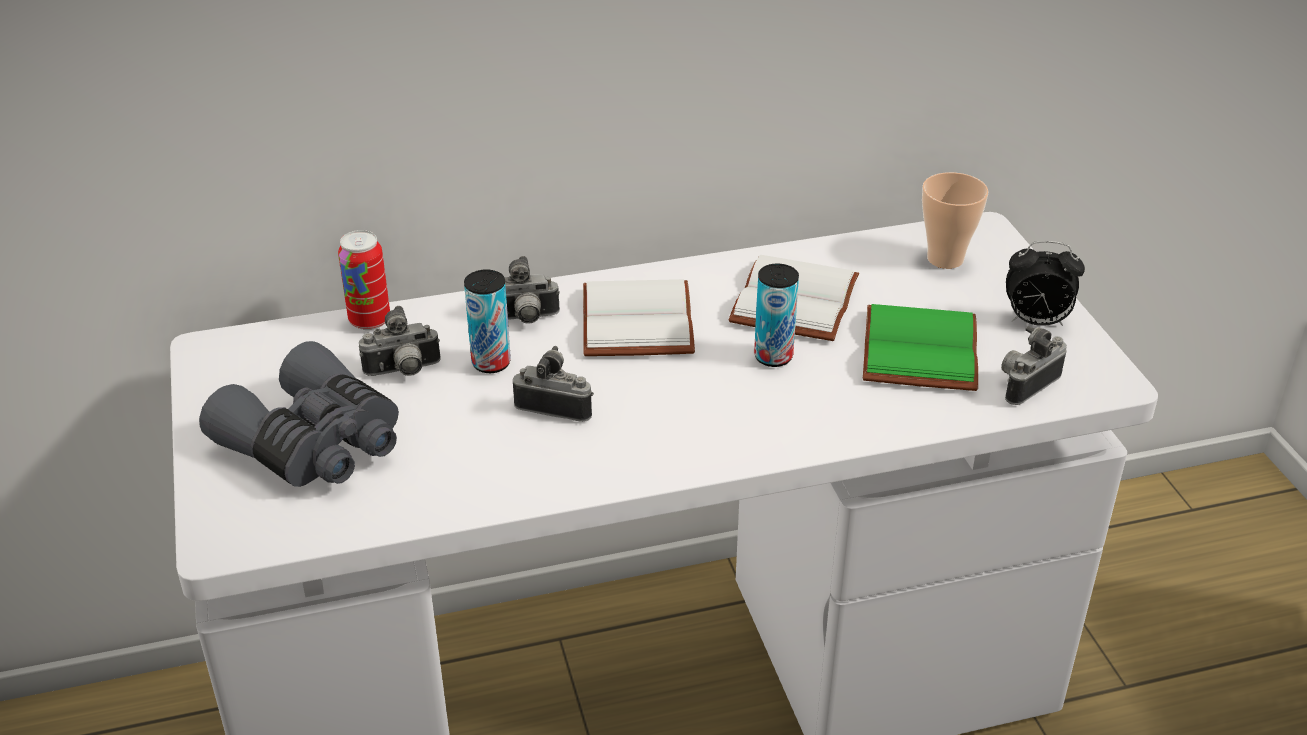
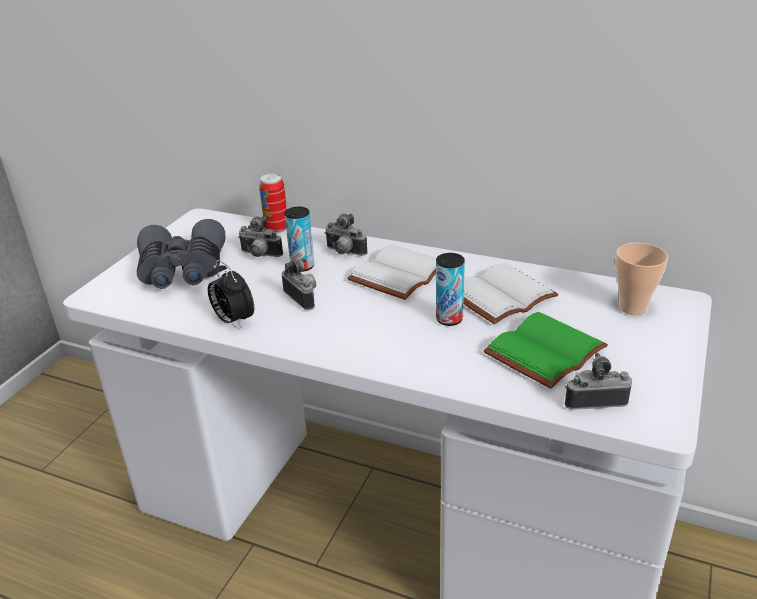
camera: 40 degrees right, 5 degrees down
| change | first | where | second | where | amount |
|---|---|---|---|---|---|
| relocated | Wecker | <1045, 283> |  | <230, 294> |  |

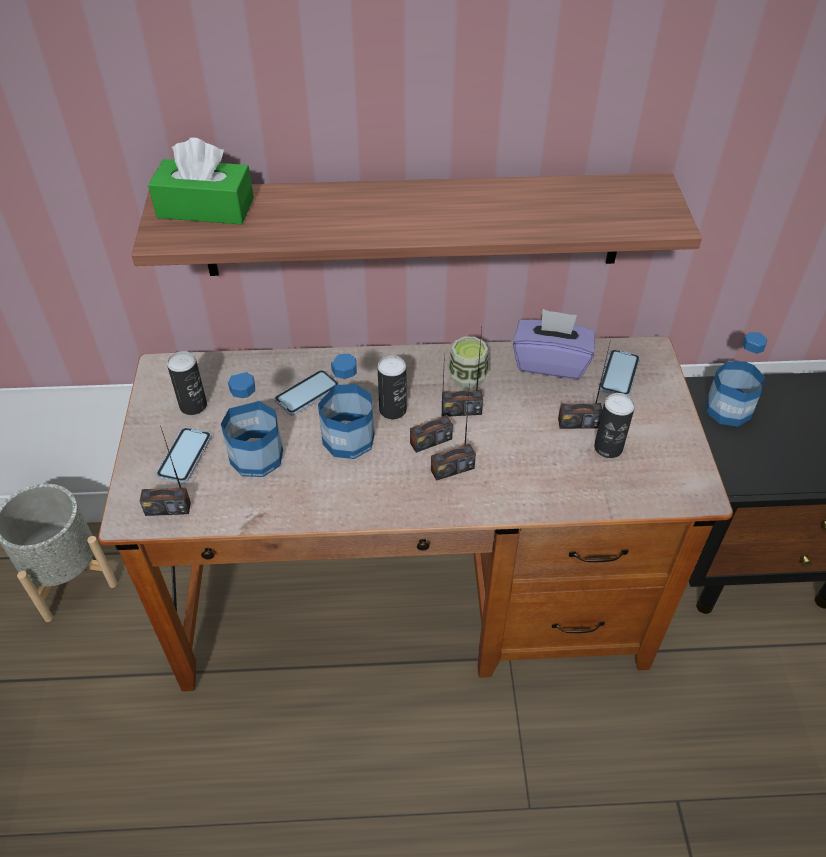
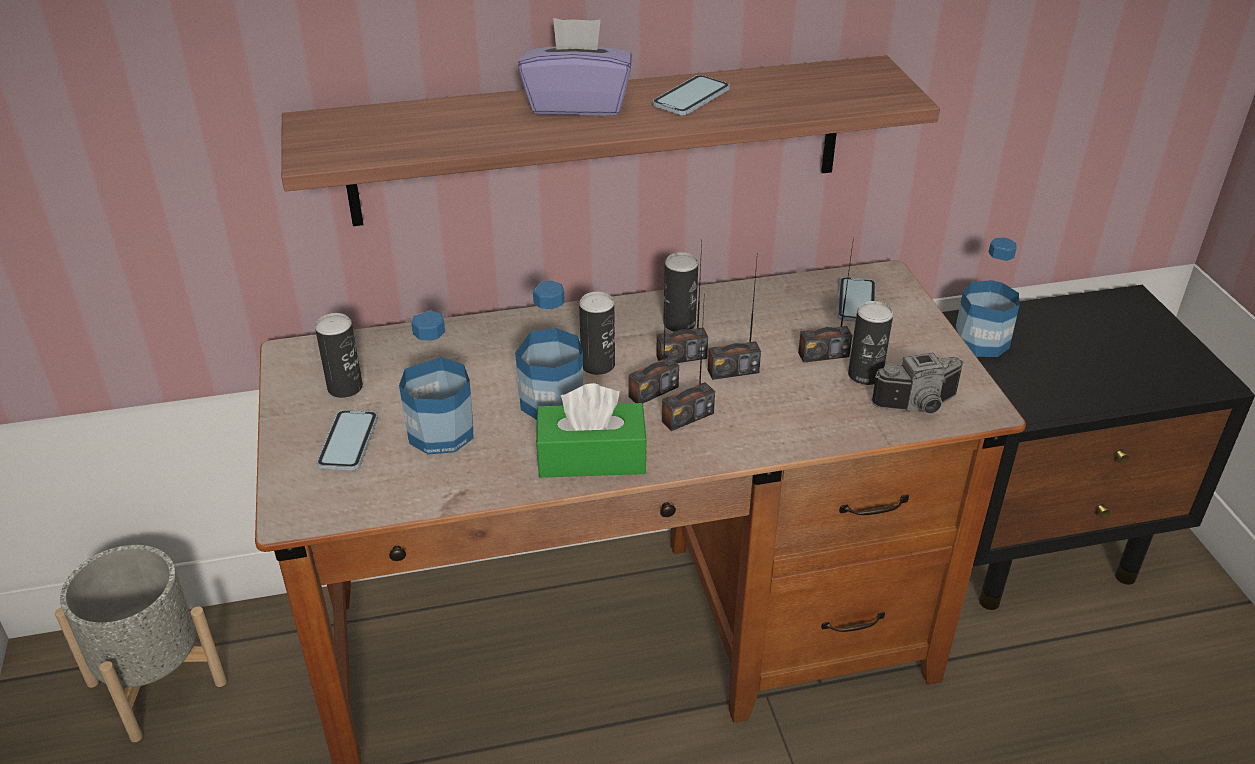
camera: 10 degrees left, 10 degrees down
| change | first | where | second | where | amount |
|---|---|---|---|---|---|
| relocated | Taschentuchbox/grün | <201, 181> |  | <591, 430> |  |
| relocated | Taschentuchbox/lila | <554, 344> |  | <575, 67> |  |
| exchanged | Tasse | <468, 362> | Dose | <680, 292> |  |
| relocated | Handy | <306, 392> |  | <691, 95> |  |
| relocated | Radio | <165, 470> |  | <734, 320> |  |
| appeared |  |  | Kamera | <918, 383> |  |

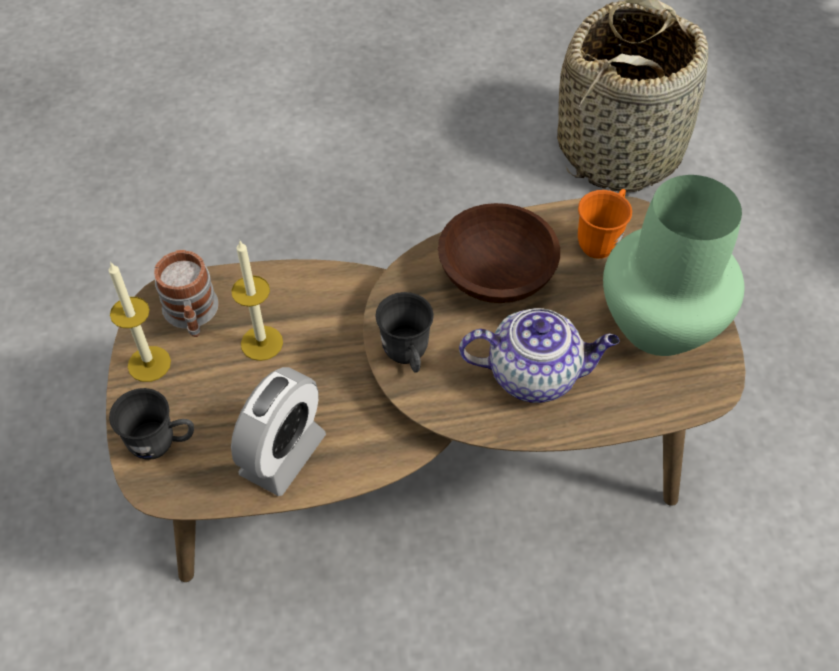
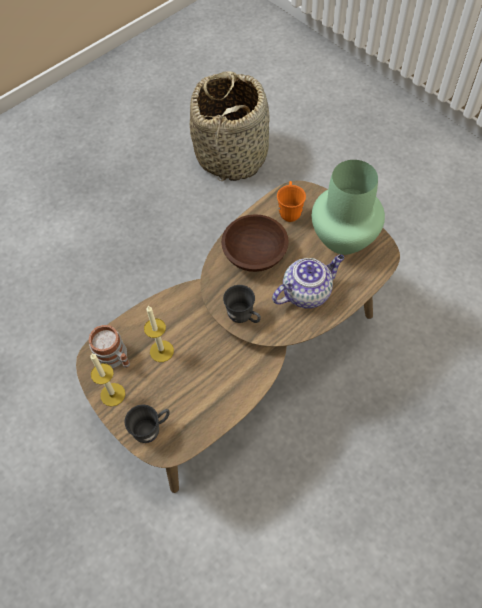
camera: 30 degrees left, 5 degrees up
| change | first | where | second | where | amount |
|---|---|---|---|---|---|
| missing | Wecker | <278, 431> |  |  |  |

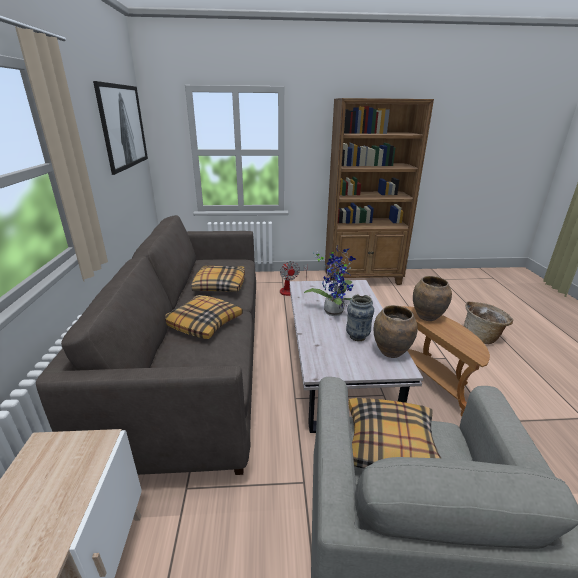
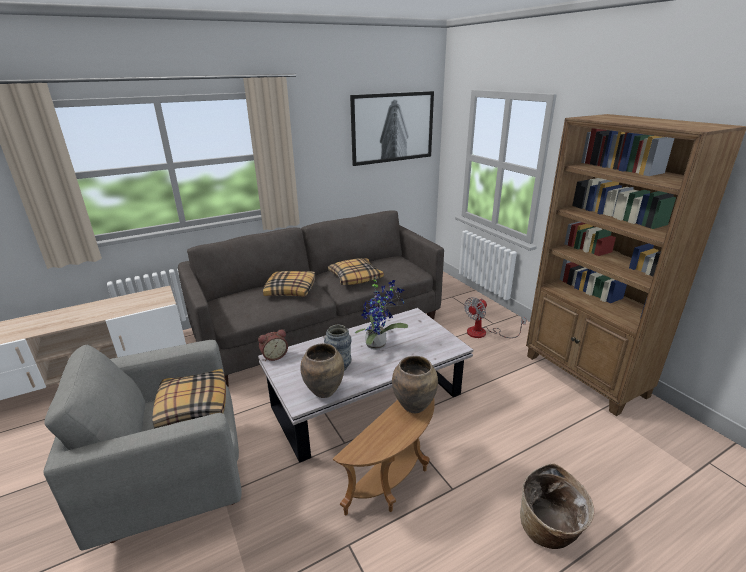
camera: 65 degrees right, 0 degrees up
| change | first | where | second | where | amount |
|---|---|---|---|---|---|
| appeared |  |  | Wecker | <273, 345> |  |

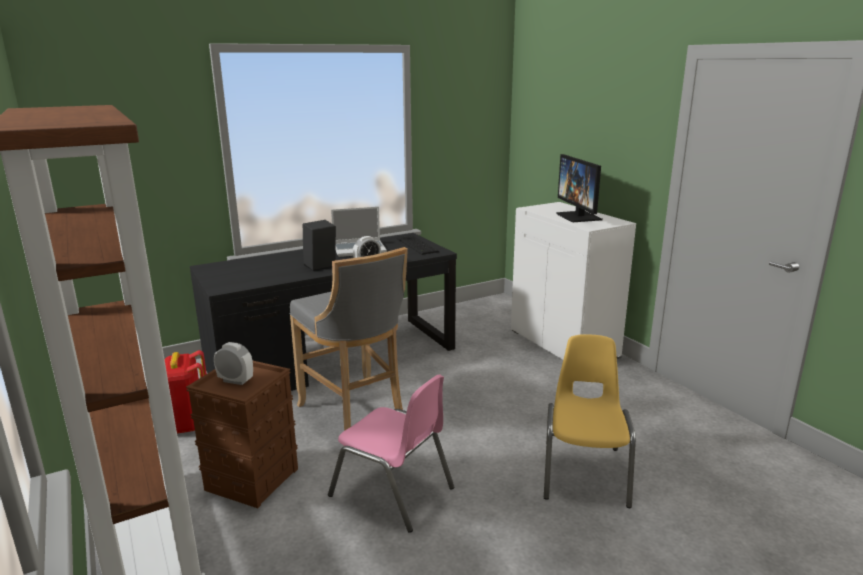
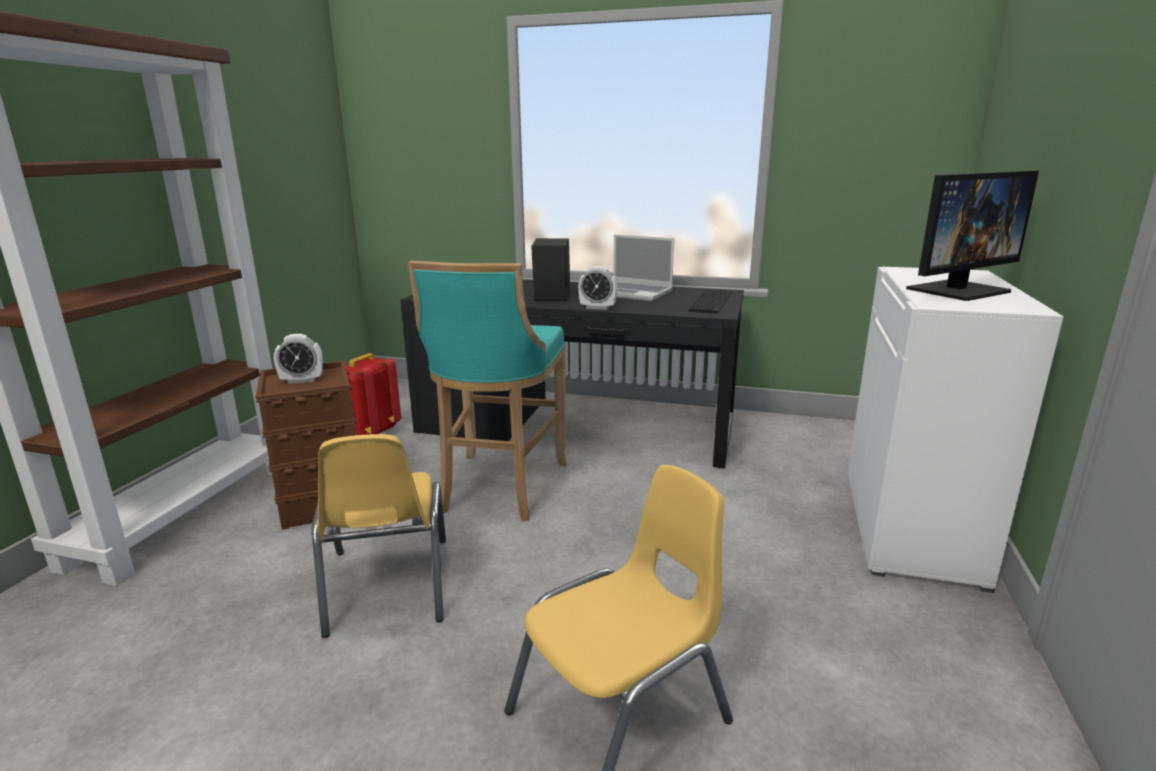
camera: 45 degrees right, 0 degrees up
| change | first | where | second | where | amount |
|---|---|---|---|---|---|
| spun | Monitor | <579, 188> |  | <972, 236> | 150 degrees counterclockwise |
| colour | Hocker/grau | <349, 339> | Hocker/türkis | <488, 391> |  |
| spun | Wecker | <233, 363> |  | <298, 359> | 105 degrees clockwise |
| colour | Stuhl/rosa | <391, 453> | Stuhl/gelb | <379, 536> |  |

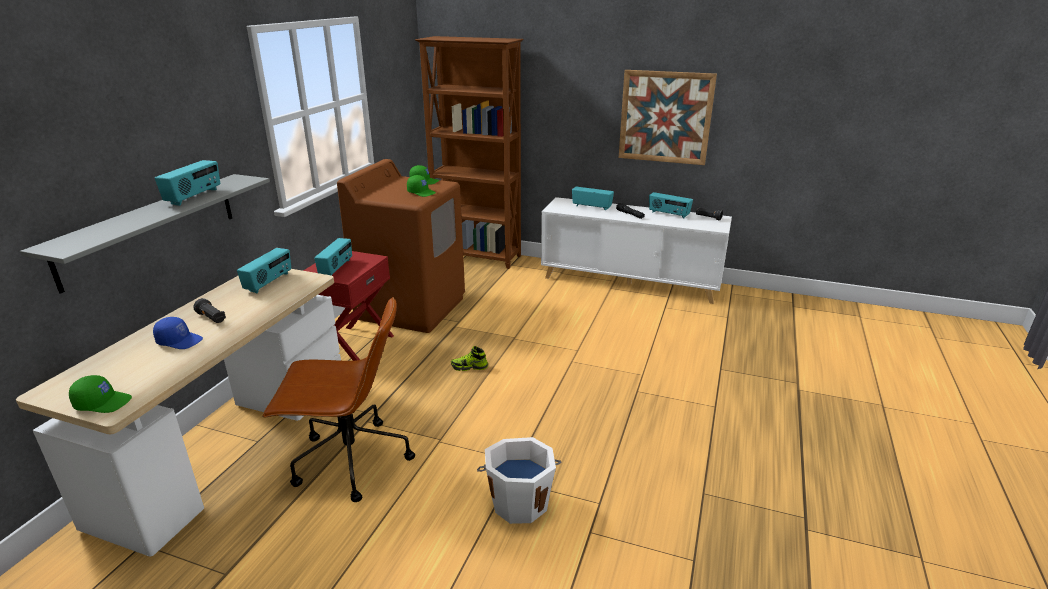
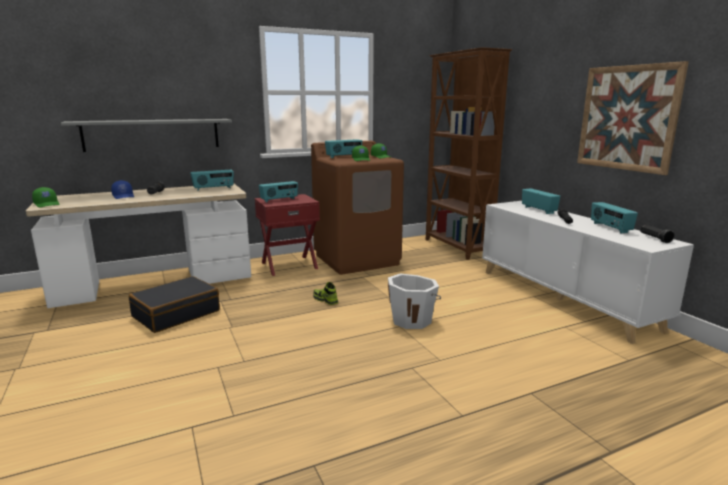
camera: 45 degrees right, 10 degrees down
| change | first | where | second | where | amount |
|---|---|---|---|---|---|
| relocated | Radio | <187, 183> |  | <343, 148> |  |
| exchanged | Bürostuhl/braun | <338, 399> | Koffer/schwarz | <174, 304> |  |
| relocated | Eimer/weiß | <519, 480> |  | <414, 301> |  |

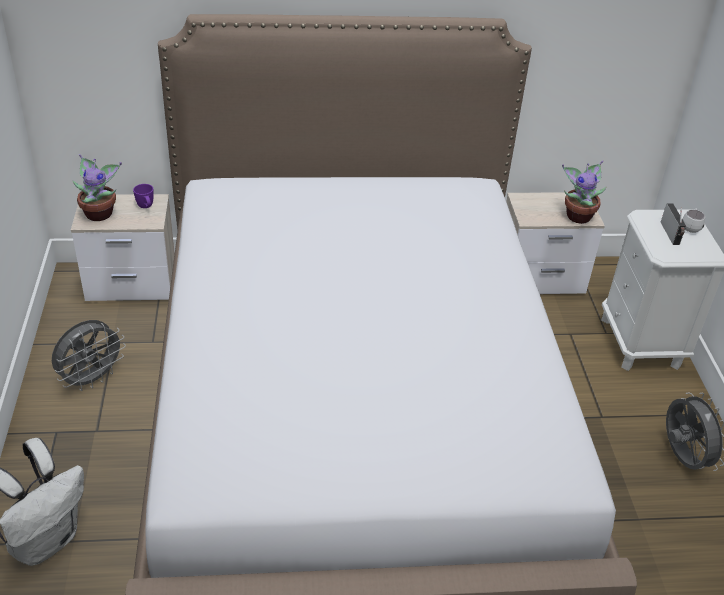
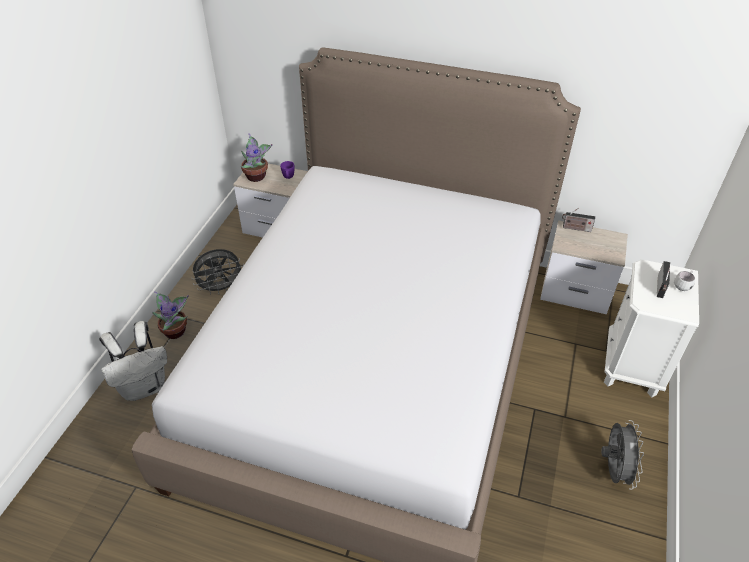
camera: 25 degrees right, 5 degrees up
| change | first | where | second | where | amount |
|---|---|---|---|---|---|
| relocated | Topfpflanze | <584, 192> |  | <170, 315> |  |
| appeared |  |  | Radio | <578, 220> |  |

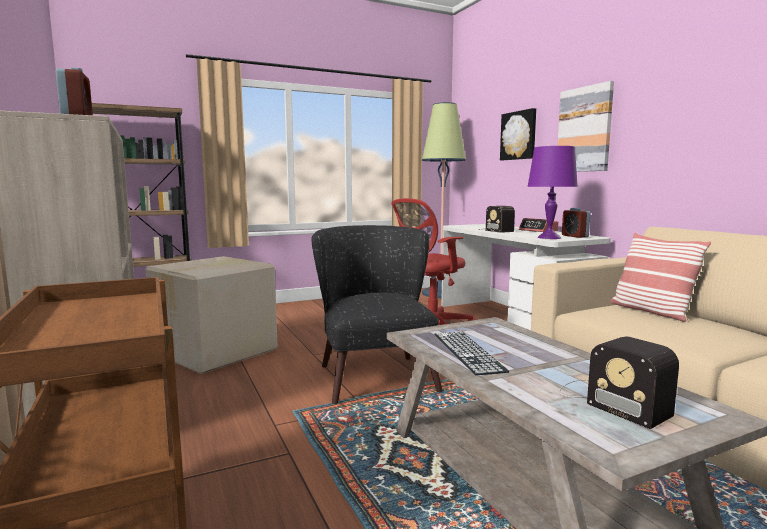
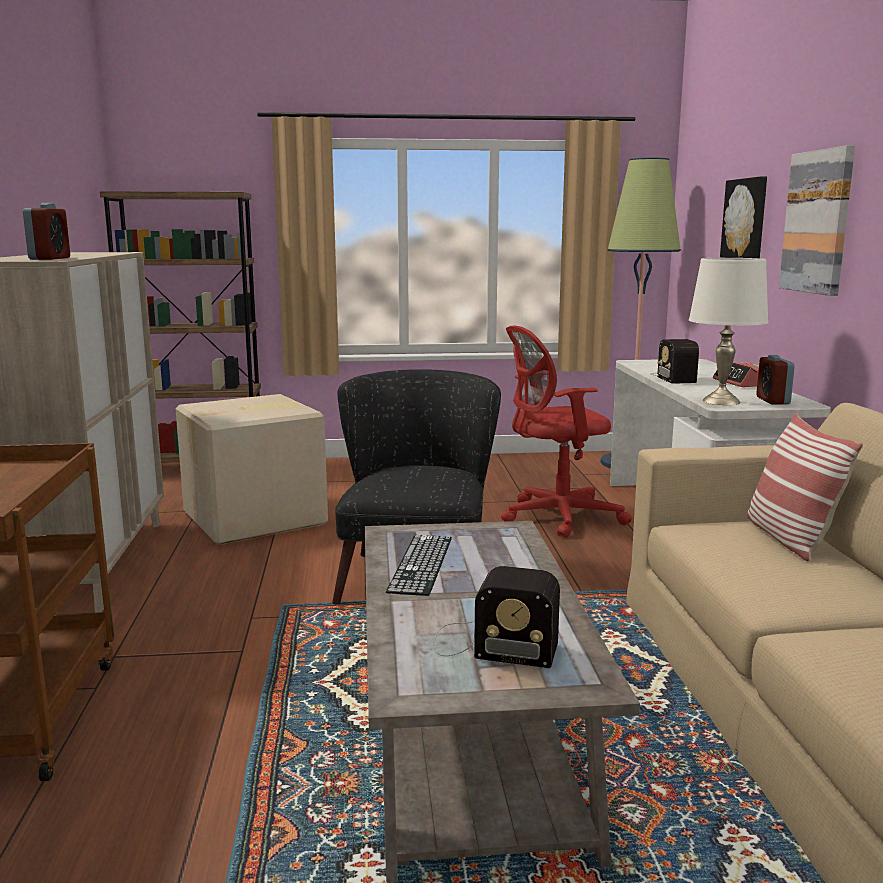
camera: 20 degrees right, 5 degrees up
| change | first | where | second | where | amount |
|---|---|---|---|---|---|
| colour | Tischlampe/lila | <552, 192> | Tischlampe/weiß | <729, 331> |  |
| spun | Radio | <619, 382> |  | <497, 617> | 60 degrees counterclockwise |

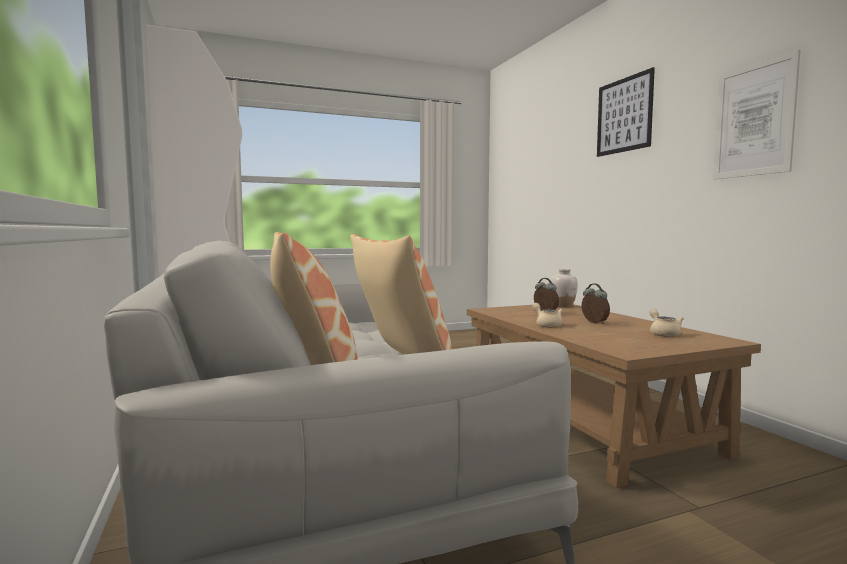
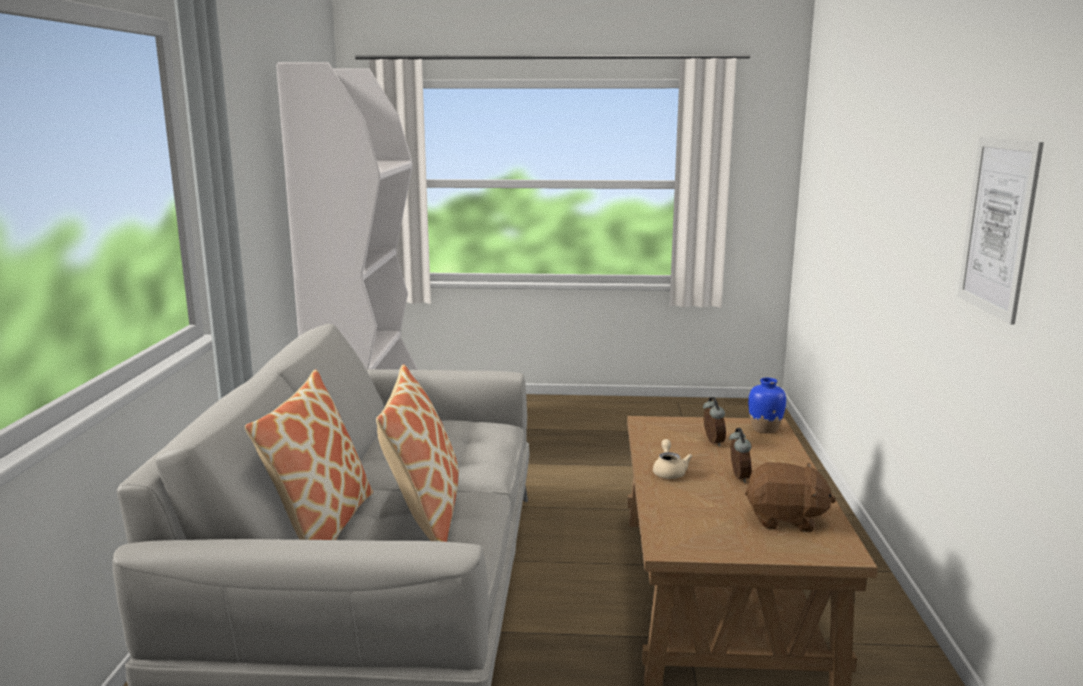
camera: 25 degrees right, 10 degrees up
| change | first | where | second | where | amount |
|---|---|---|---|---|---|
| missing | Bild | <626, 112> |  |  |  |
| colour | Vase/weiß | <564, 288> | Vase/blau | <767, 406> |  |
| exchanged | Teekanne/beige | <666, 323> | Plüschtier/braun | <790, 497> |  |

